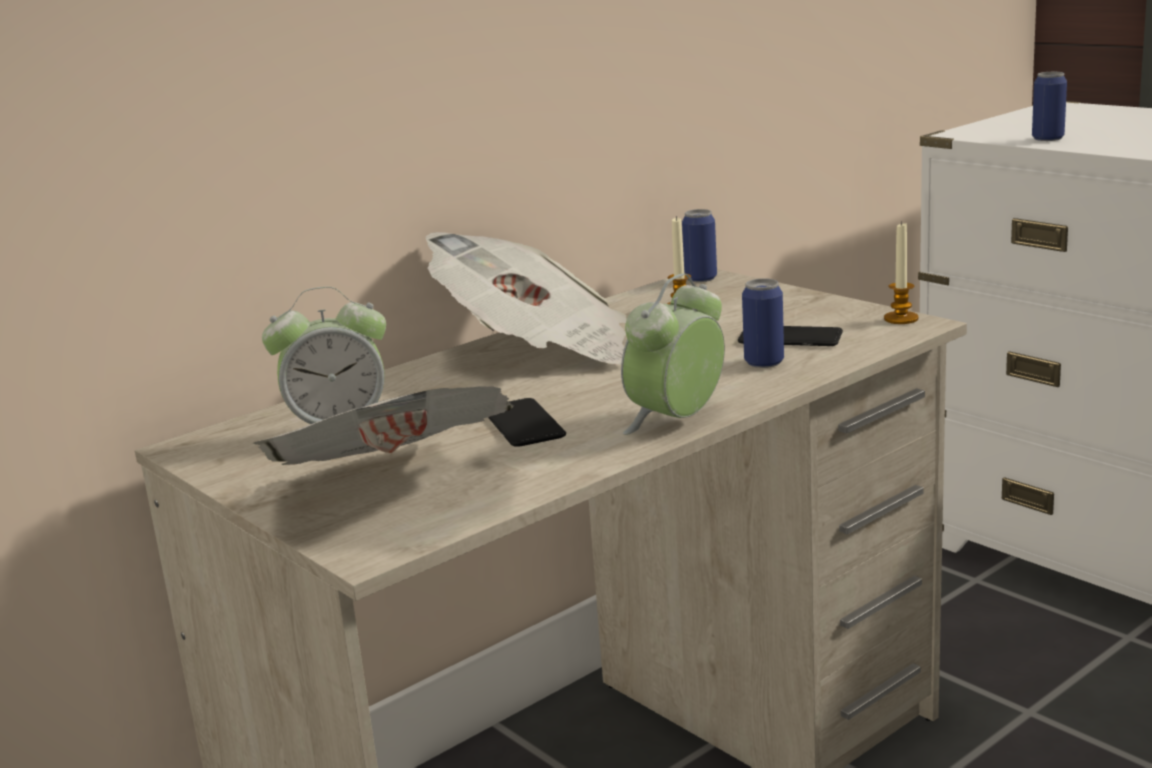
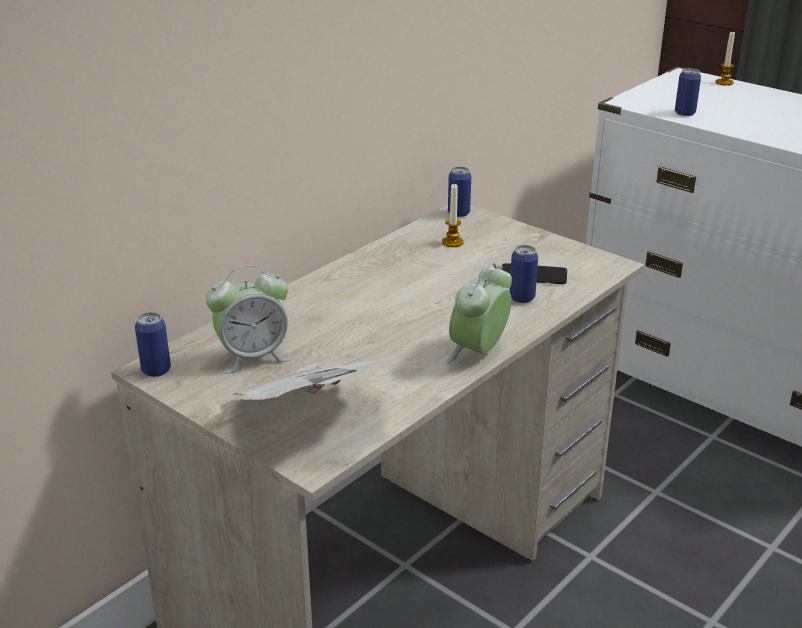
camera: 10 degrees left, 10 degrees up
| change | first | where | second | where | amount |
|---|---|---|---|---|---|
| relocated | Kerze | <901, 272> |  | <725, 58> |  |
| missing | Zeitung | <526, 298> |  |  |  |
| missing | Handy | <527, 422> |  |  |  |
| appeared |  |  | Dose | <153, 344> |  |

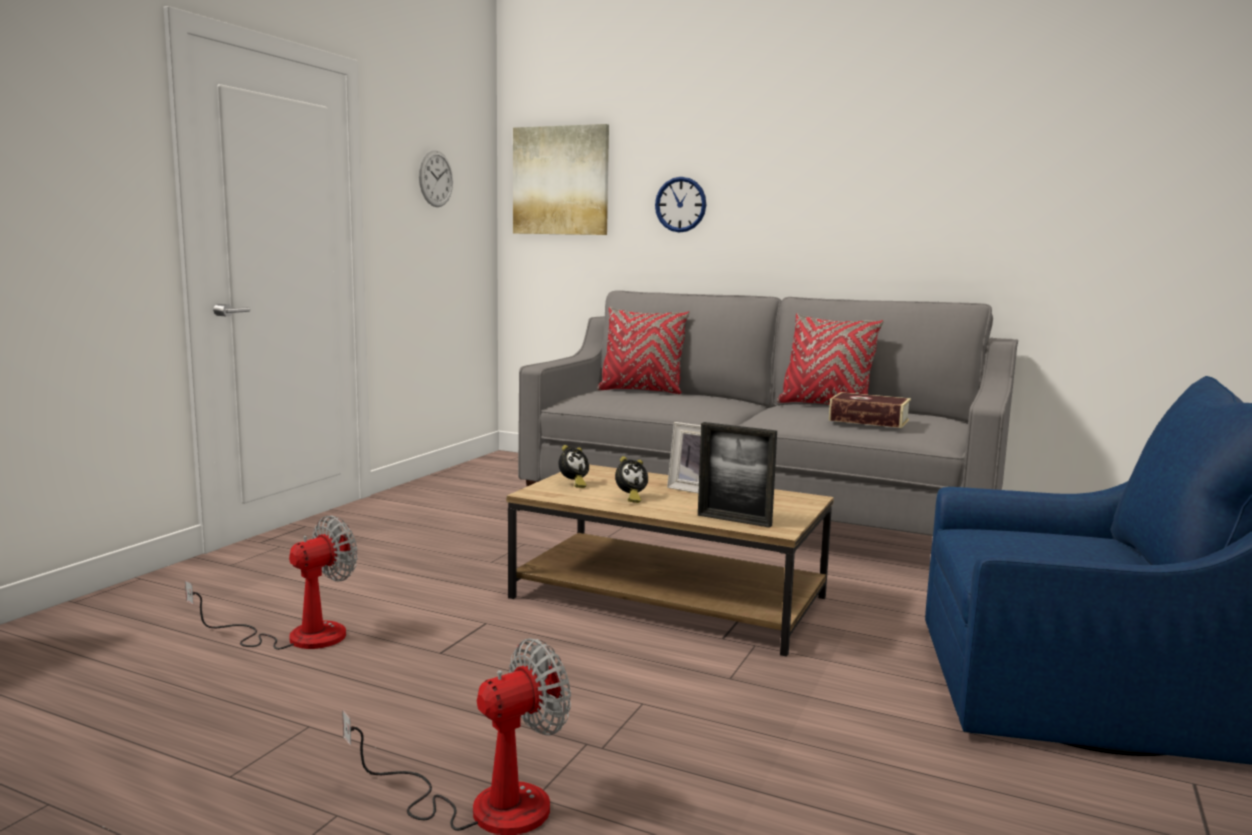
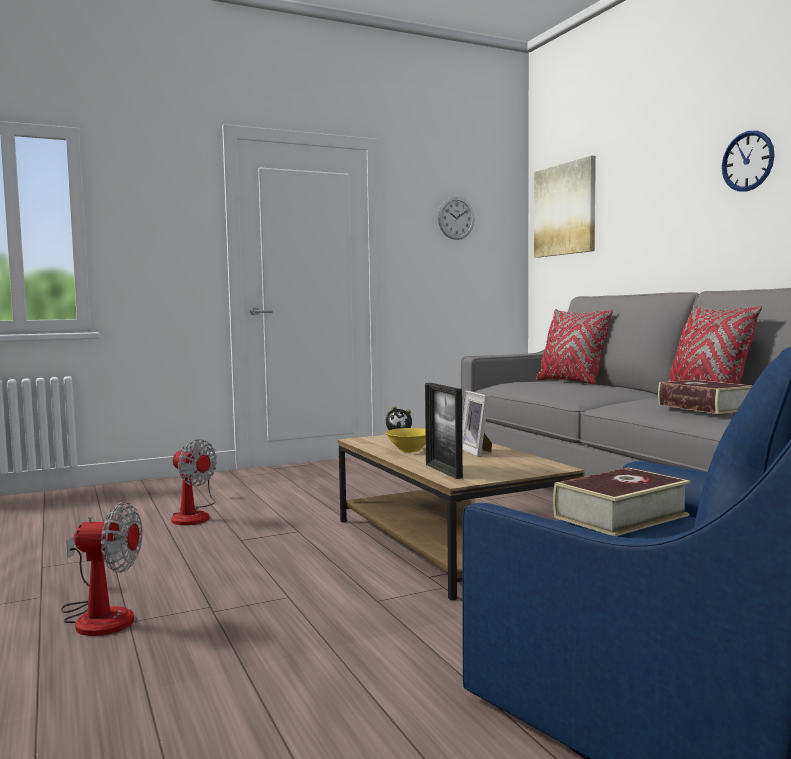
camera: 40 degrees right, 5 degrees down
| change | first | where | second | where | amount |
|---|---|---|---|---|---|
| relocated | Wanduhr | <680, 204> |  | <748, 160> |  |
| exchanged | Wecker | <631, 479> | Schüssel/gelb | <405, 440> |  |
| spun | Ventilator | <271, 582> |  | <194, 482> | 45 degrees clockwise |
| appeared |  |  | Buch | <621, 502> |  |

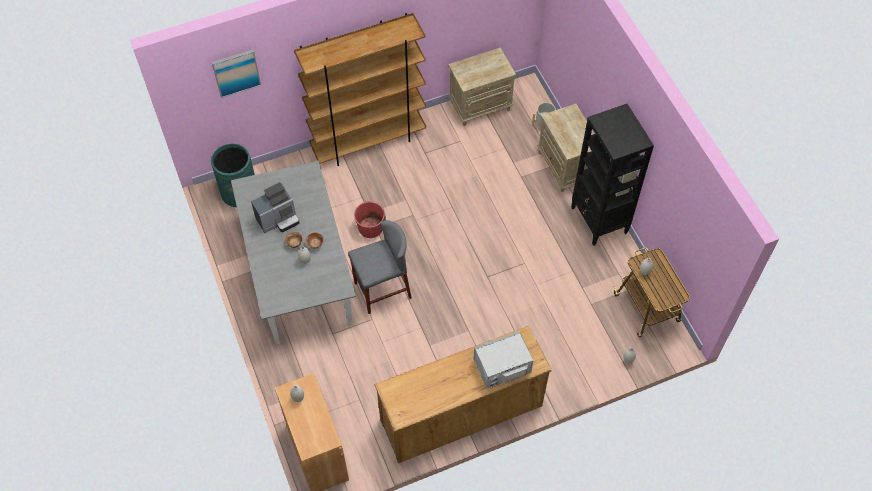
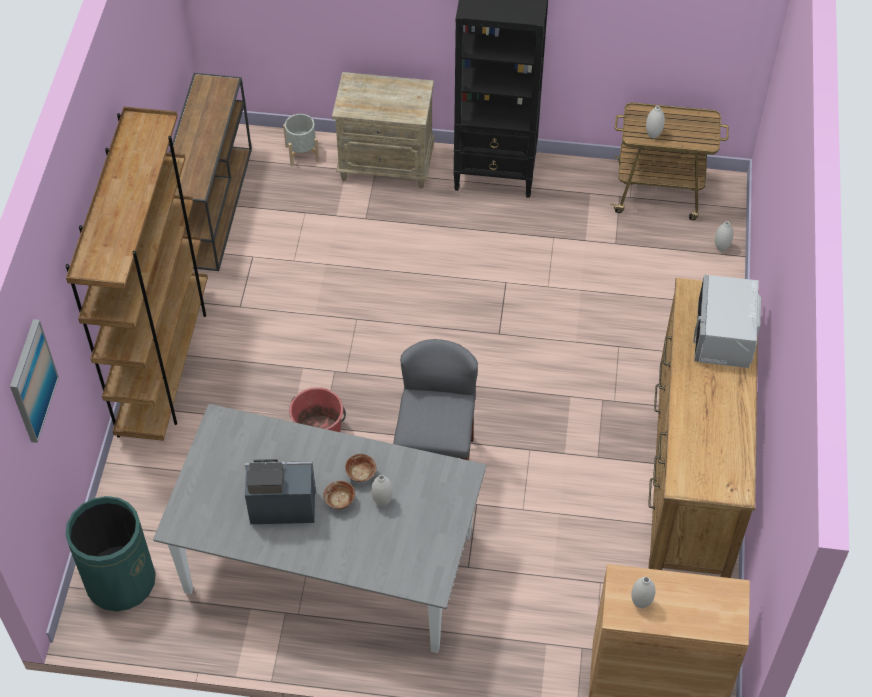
camera: 60 degrees left, 5 degrees down
| change | first | where | second | where | amount |
|---|---|---|---|---|---|
| exchanged | Nachttisch/beige | <482, 87> | Konsolentisch/braun | <210, 172> |  |
| spun | Kaffeemaschine | <275, 207> |  | <280, 491> | 90 degrees counterclockwise |

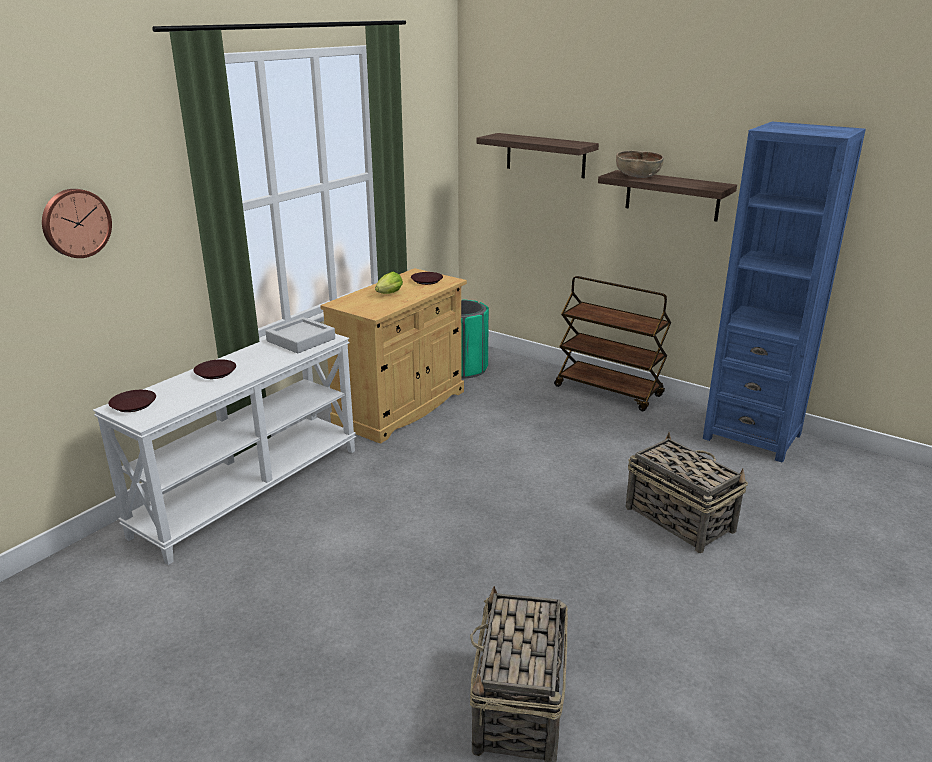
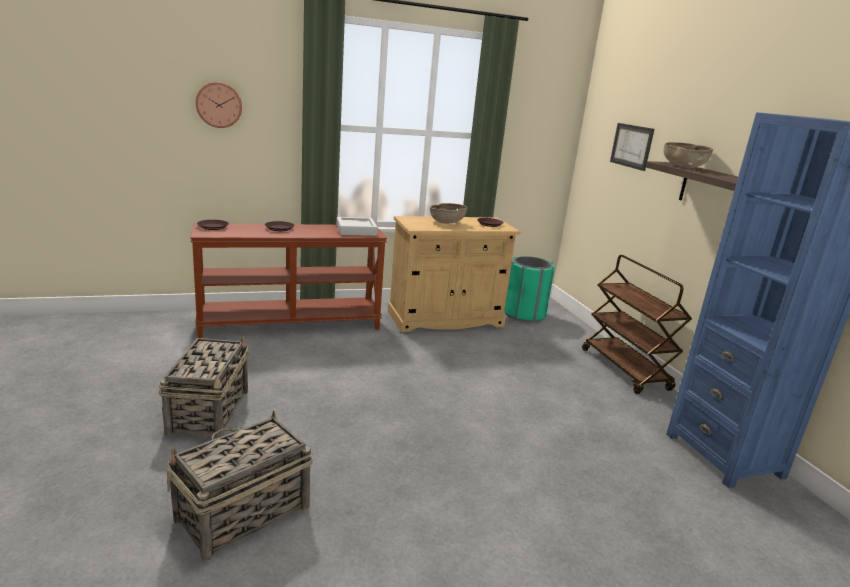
camera: 35 degrees right, 5 degrees down
| change | first | where | second | where | amount |
|---|---|---|---|---|---|
| exchanged | Wandregal | <538, 155> | Bild | <632, 147> |  |
| exchanged | Salatkopf | <389, 282> | Schüssel/braun | <448, 213> |  |
| colour | Konsolentisch/weiß | <224, 449> | Konsolentisch/braun | <289, 280> |  |
| relocated | Korb | <687, 492> |  | <203, 387> |  |

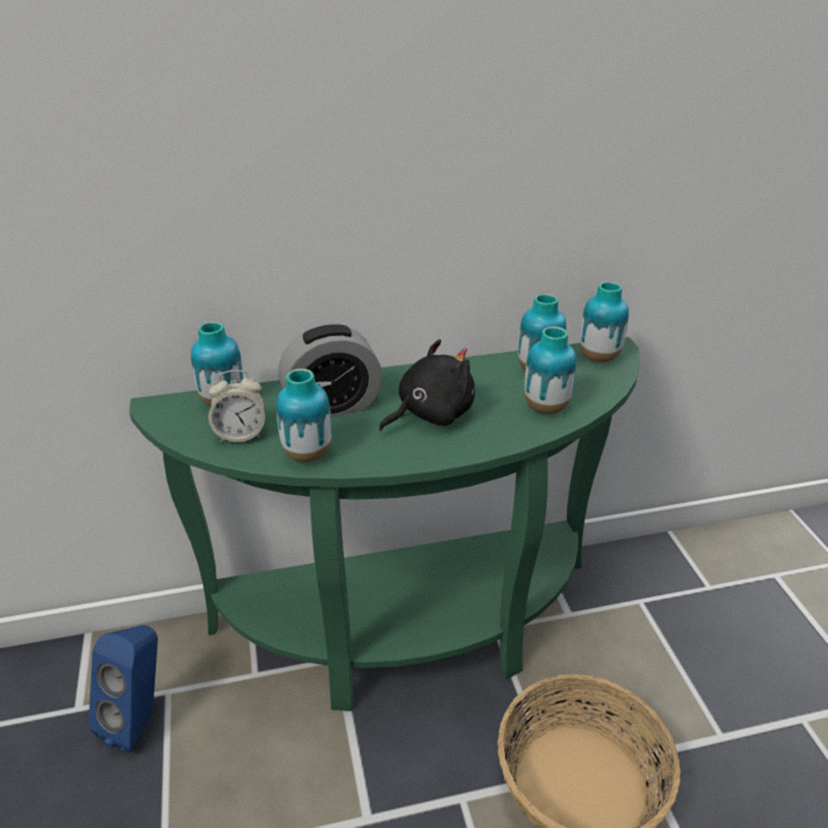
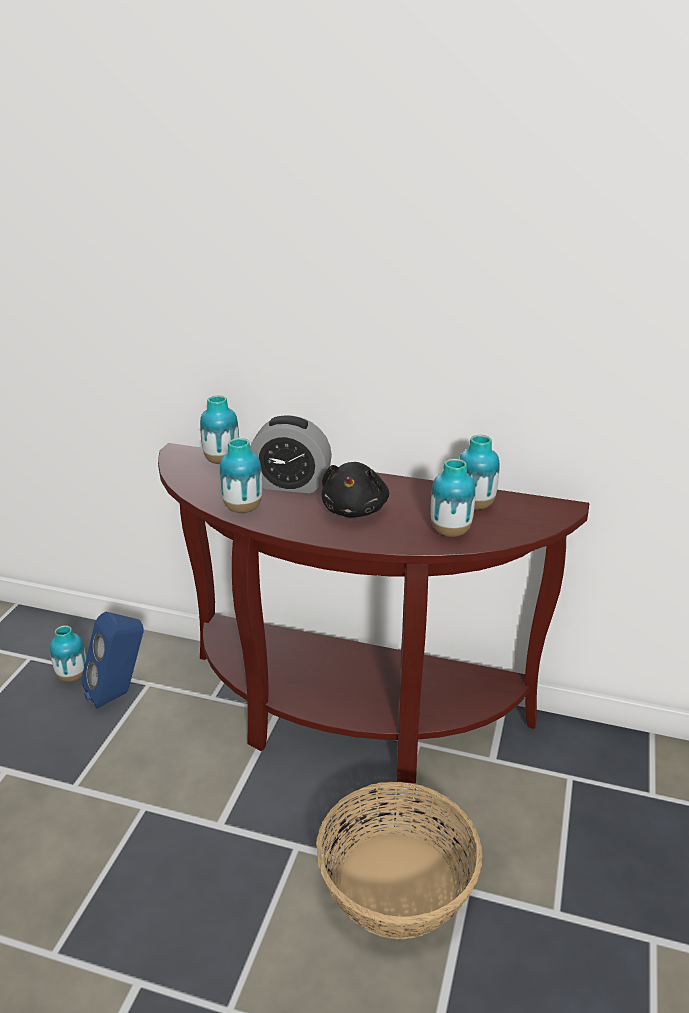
camera: 30 degrees right, 5 degrees down
| change | first | where | second | where | amount |
|---|---|---|---|---|---|
| relocated | Vase | <604, 321> |  | <68, 653> |  |
| colour | Konsolentisch/grün | <384, 524> | Konsolentisch/braun | <373, 613> |  |
| spun | Plüschtier/schwarz | <427, 385> |  | <355, 489> | 105 degrees clockwise |
| missing | Wecker | <236, 406> |  |  |  |

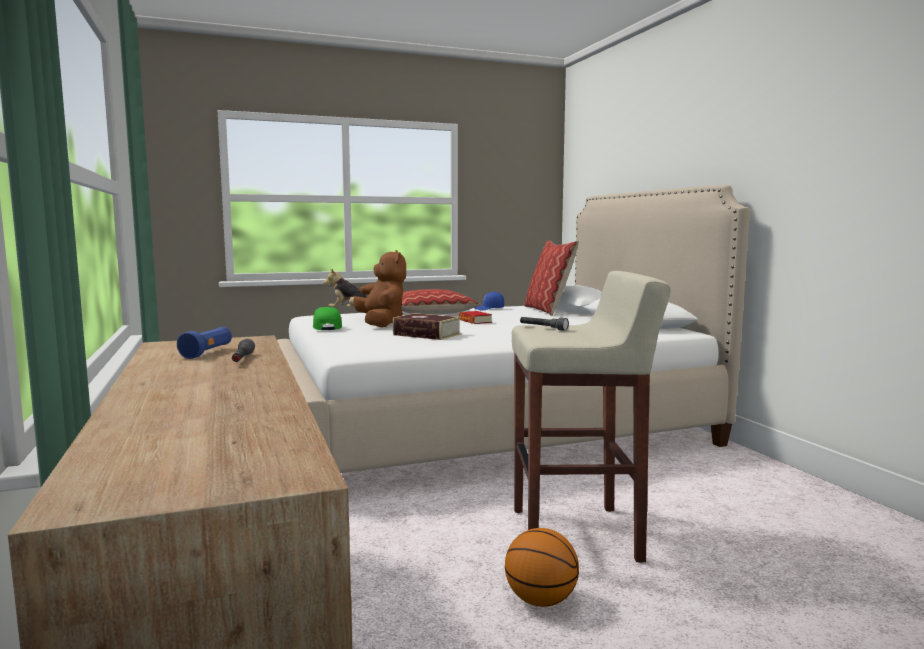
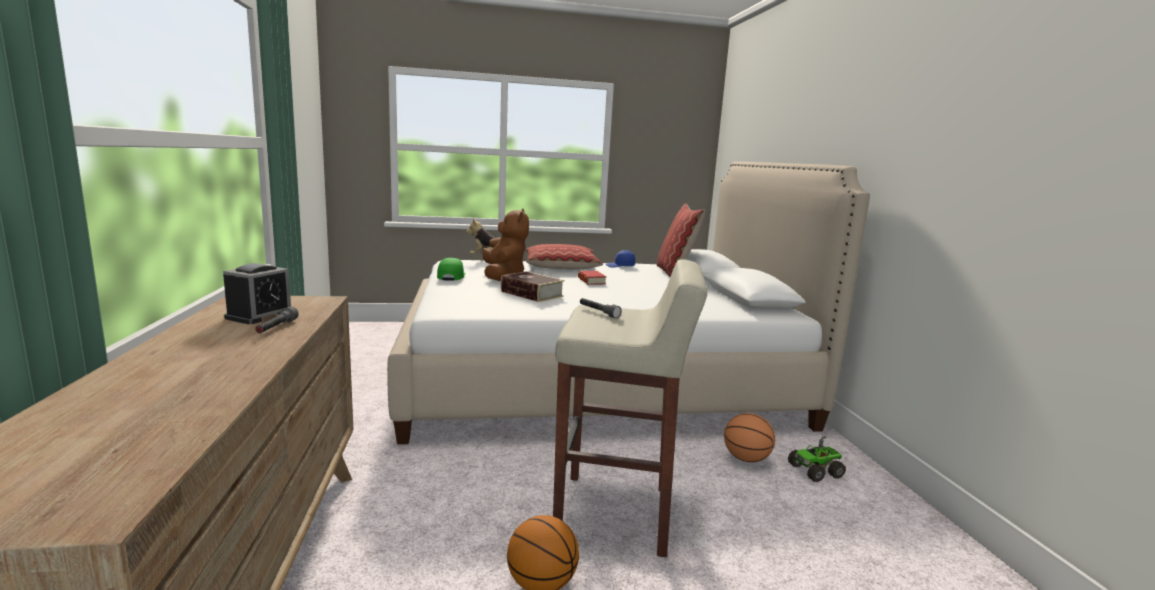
camera: 10 degrees right, 5 degrees up
| change | first | where | second | where | amount |
|---|---|---|---|---|---|
| exchanged | Taschenlampe/blau | <204, 343> | Wecker | <257, 293> |  |
| appeared |  |  | Basketball | <749, 437> |  |
| appeared |  |  | Spielzeuglaster | <817, 459> |  |

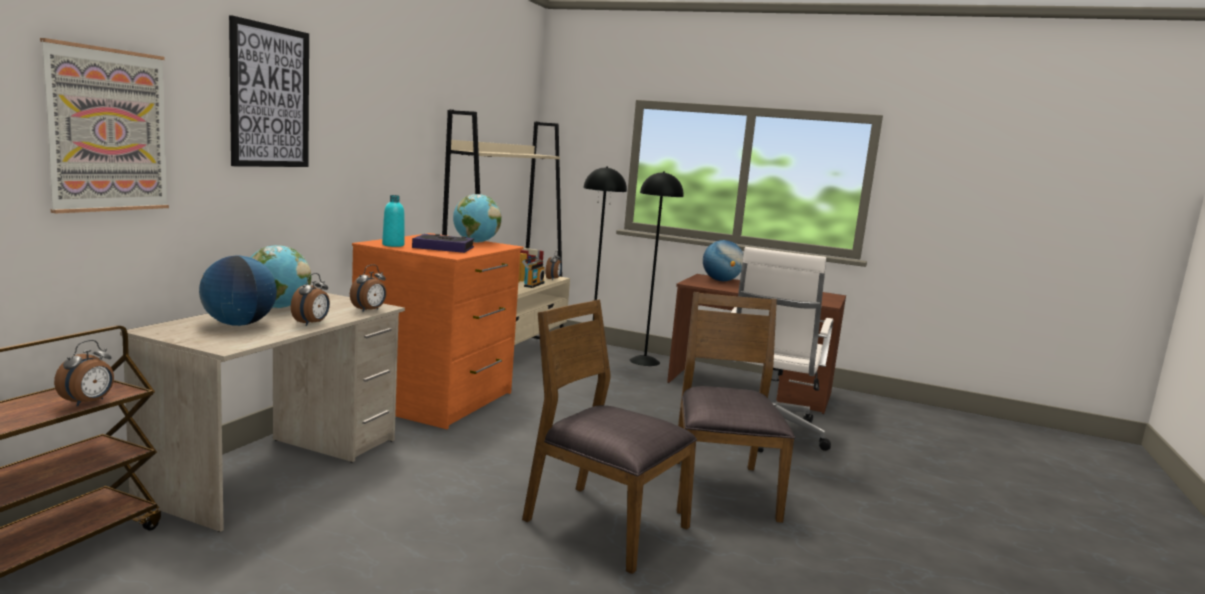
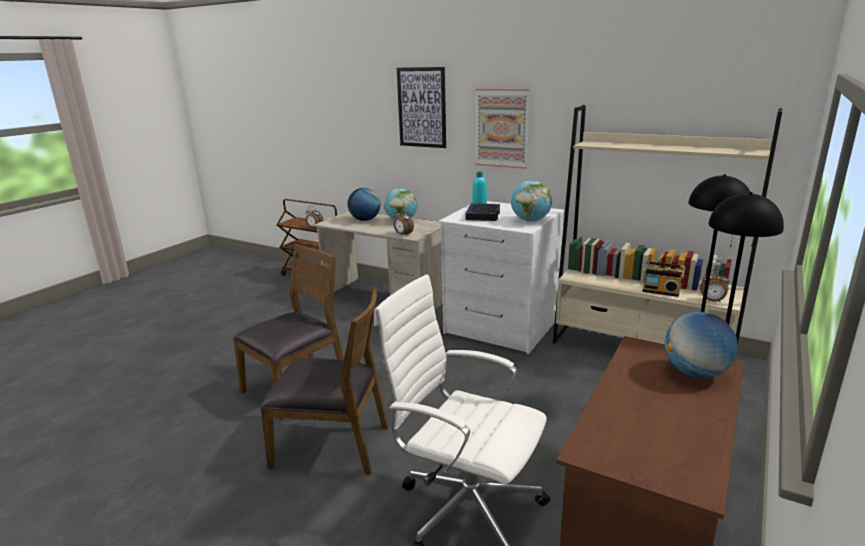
camera: 100 degrees right, 10 degrees up
| change | first | where | second | where | amount |
|---|---|---|---|---|---|
| relocated | Bild | <104, 125> |  | <502, 129> |  |
| colour | Kommode/orange | <438, 331> | Kommode/weiß | <501, 277> |  |
| missing | Wecker | <310, 299> |  |  |  |

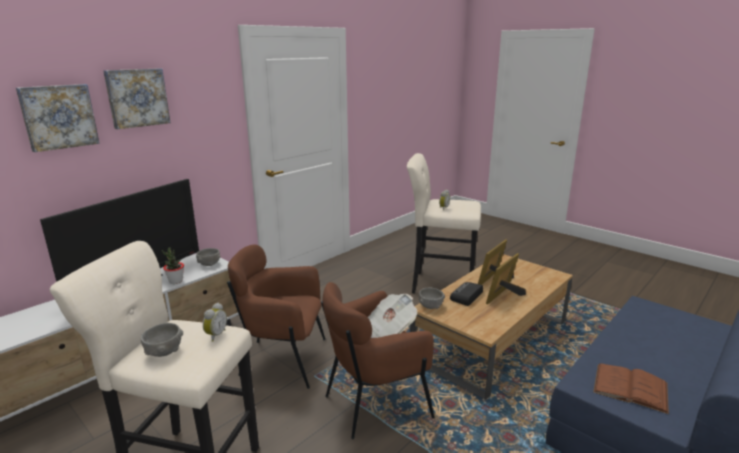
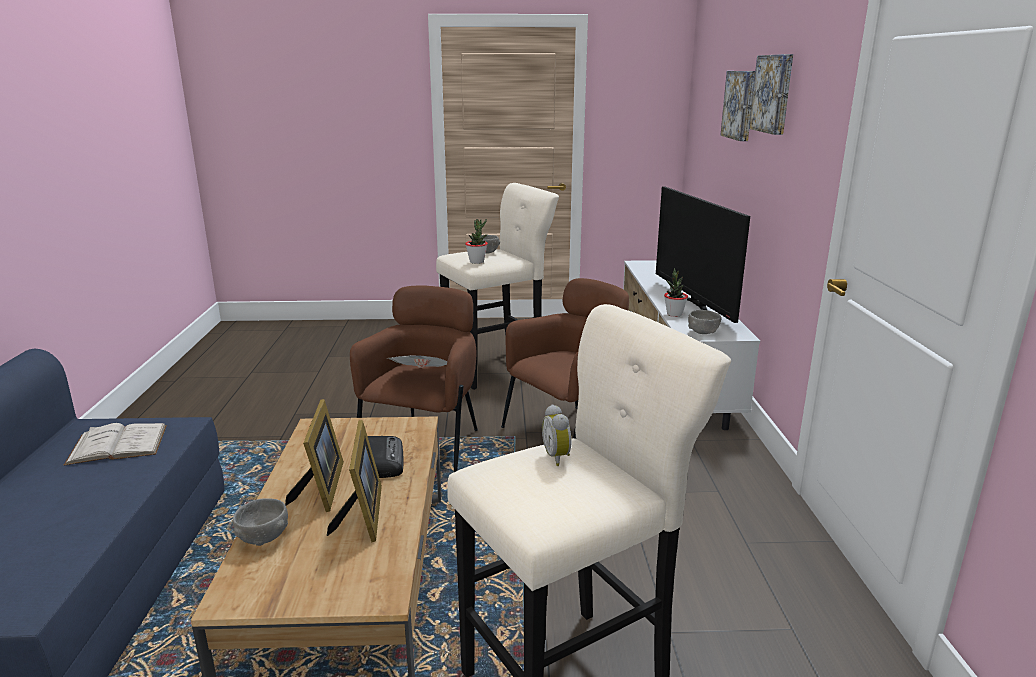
camera: 135 degrees right, 0 degrees up
| change | first | where | second | where | amount |
|---|---|---|---|---|---|
| relocated | Schüssel/grau | <432, 298> |  | <260, 522> |  |
| exchanged | Wecker | <215, 322> | Topfpflanze | <476, 241> |  |
| colour | Buch/braun | <631, 388> | Buch/weiß | <115, 444> |  |

